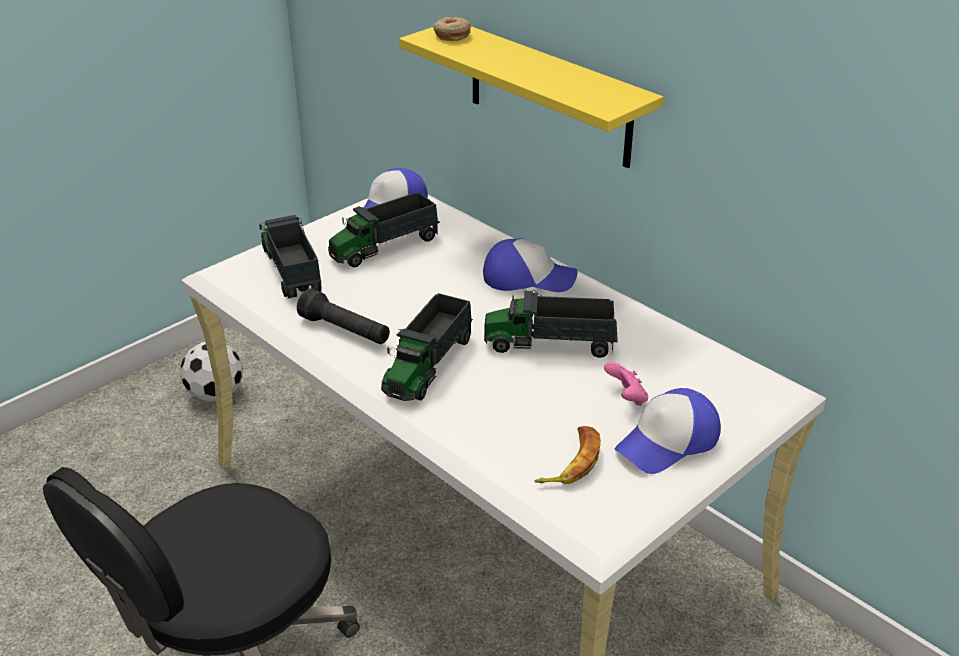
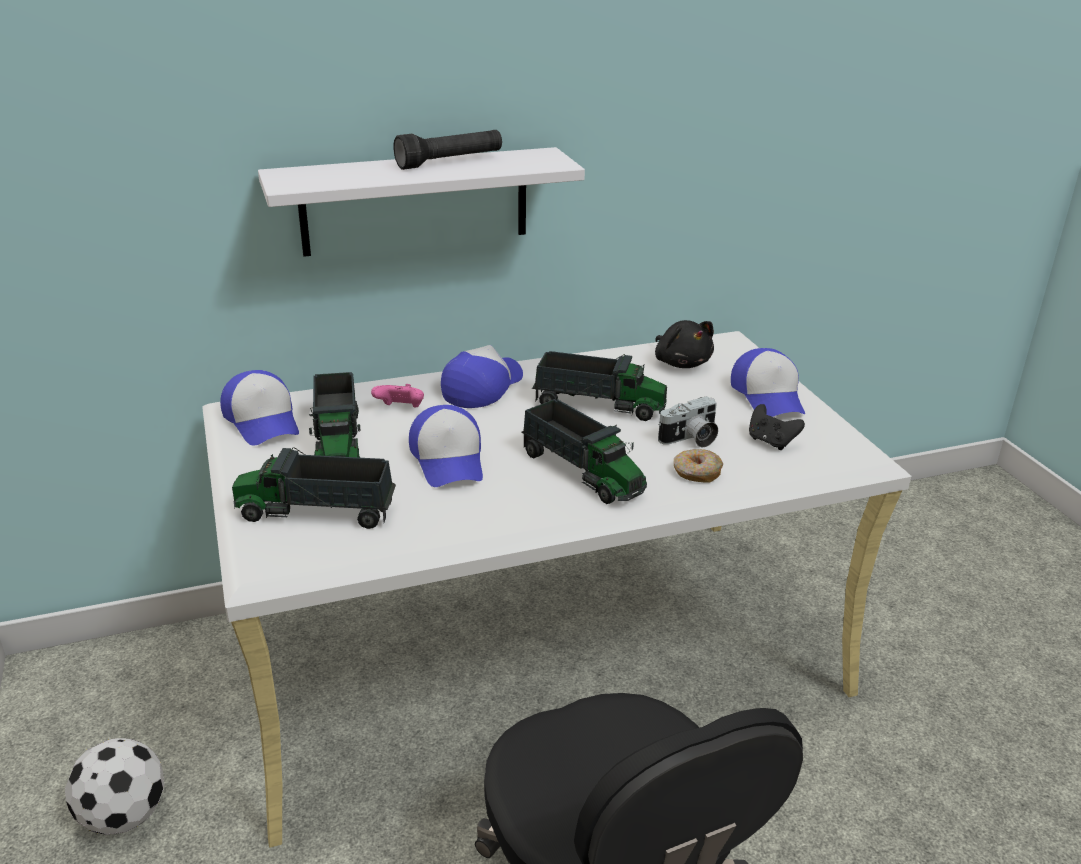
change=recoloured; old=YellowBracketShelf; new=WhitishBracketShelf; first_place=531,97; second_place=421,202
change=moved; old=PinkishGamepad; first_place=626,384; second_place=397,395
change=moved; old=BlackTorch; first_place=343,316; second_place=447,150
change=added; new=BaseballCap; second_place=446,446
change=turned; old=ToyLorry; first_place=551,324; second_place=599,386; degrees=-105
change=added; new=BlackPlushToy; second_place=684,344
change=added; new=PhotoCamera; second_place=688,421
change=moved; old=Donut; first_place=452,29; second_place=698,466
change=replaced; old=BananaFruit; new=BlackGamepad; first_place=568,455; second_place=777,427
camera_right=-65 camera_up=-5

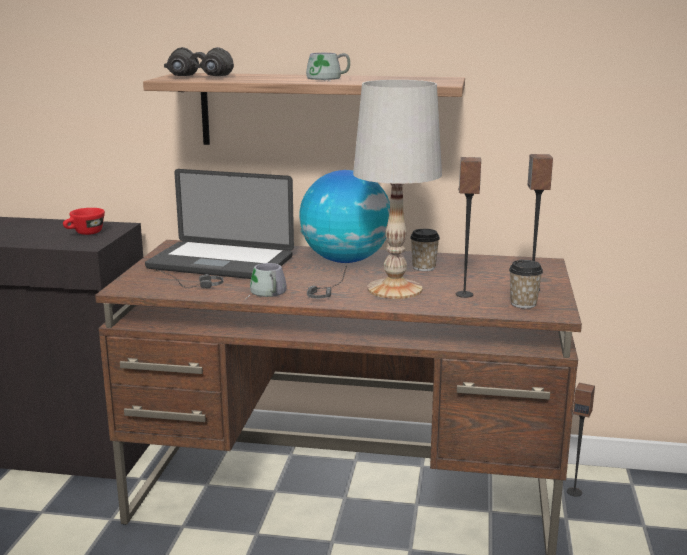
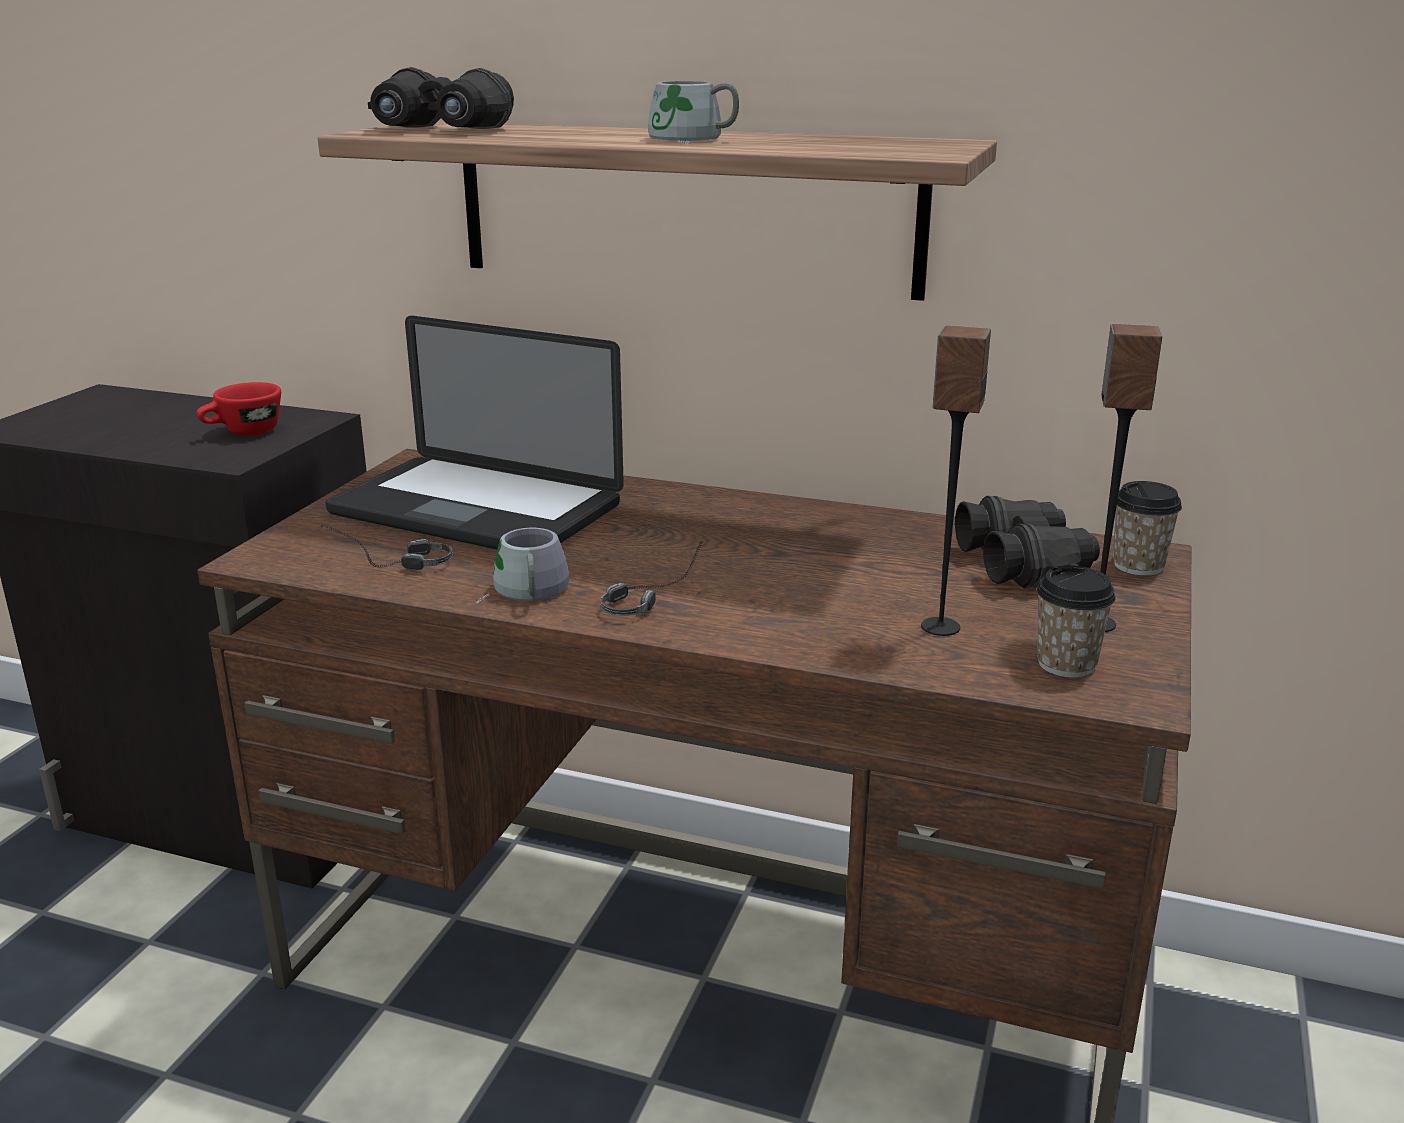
change=added; new=BlackPairOfBinoculars; second_place=1027,542
change=moved; old=DrinkingCup; first_place=425,250; second_place=1147,528
change=removed; old=DeskGlobe; first_place=344,216
change=removed; old=WhitishTabletopLamp; first_place=397,189
change=removed; old=AudioSpeaker; first_place=581,440
camera_right=10 camera_up=5

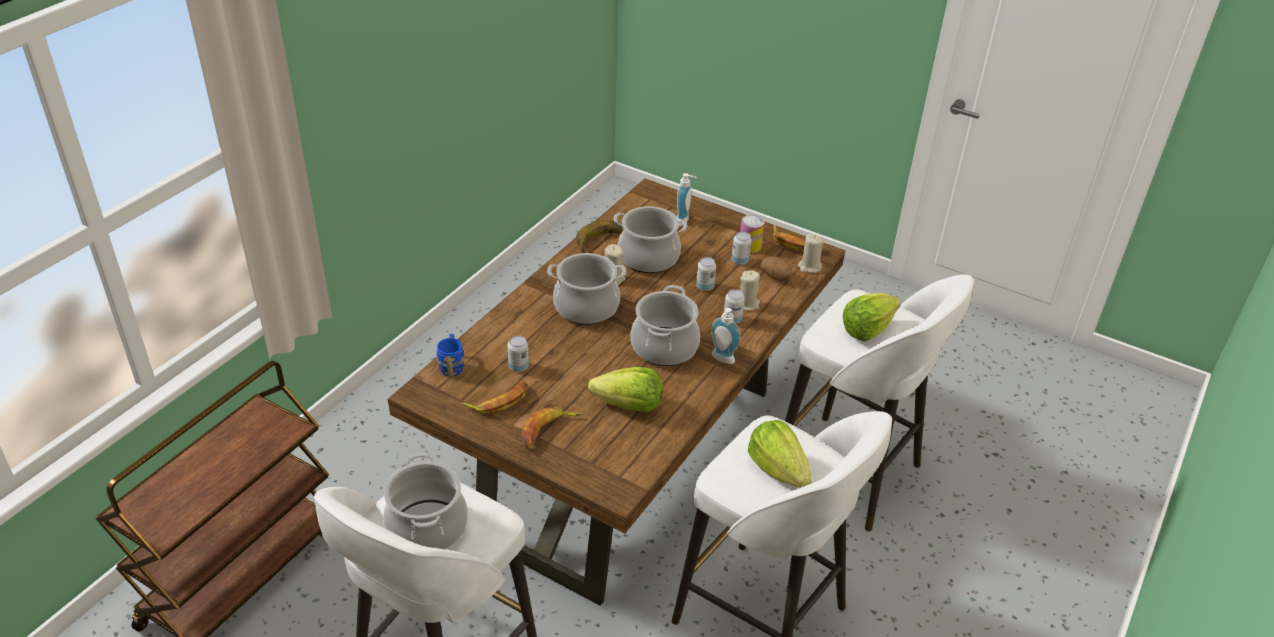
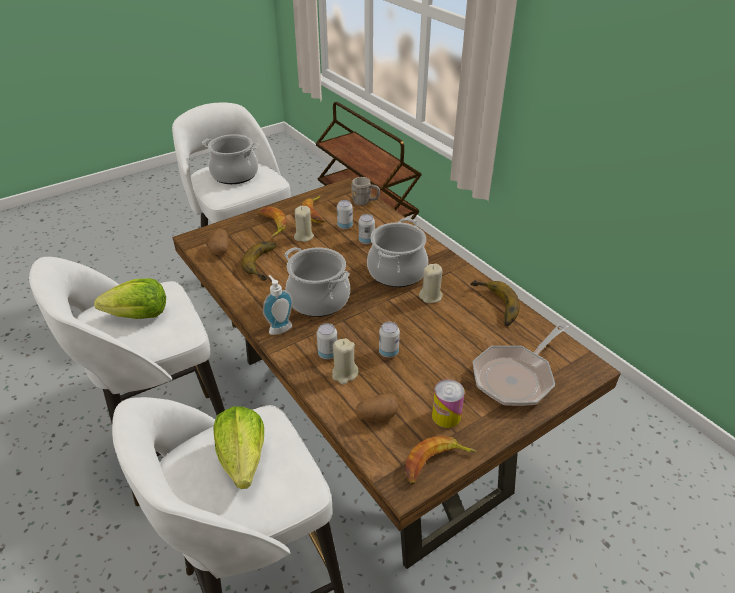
change=added; new=Spud; second_place=218,242
change=replaced; old=HeadOfLettuce; new=BananaFruit; first_place=625,390; second_place=259,261
change=moved; old=BeigeColouredWaxCandle; first_place=811,253; second_place=304,224
change=recoloured; old=BlueMug; new=GrayMug; first_place=450,355; second_place=365,191
change=moved; old=Can; first_place=742,248; second_place=367,229
change=replaced; old=SoapBottle; new=Skillet; first_place=687,199; second_place=521,364
change=removed; old=CookingPot; first_place=650,239
camera_right=115 camera_up=0

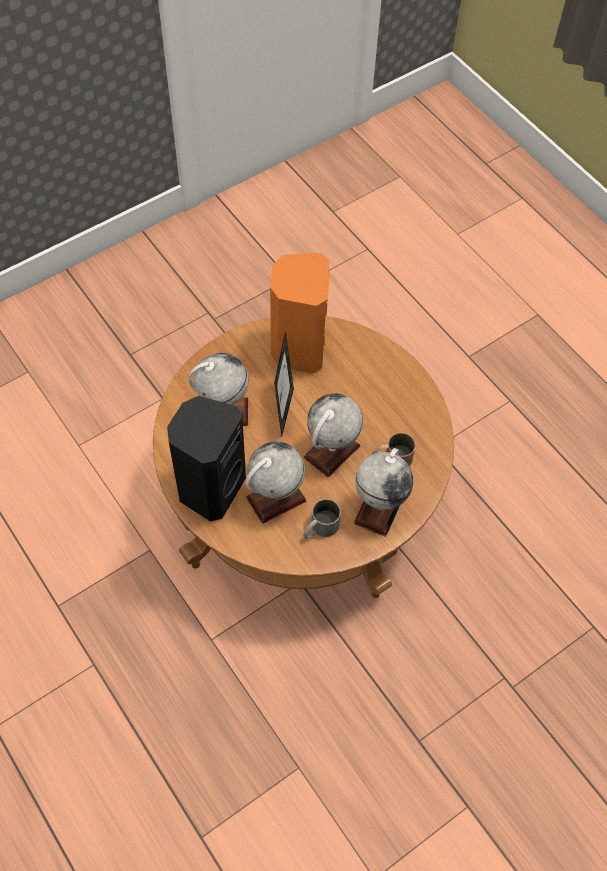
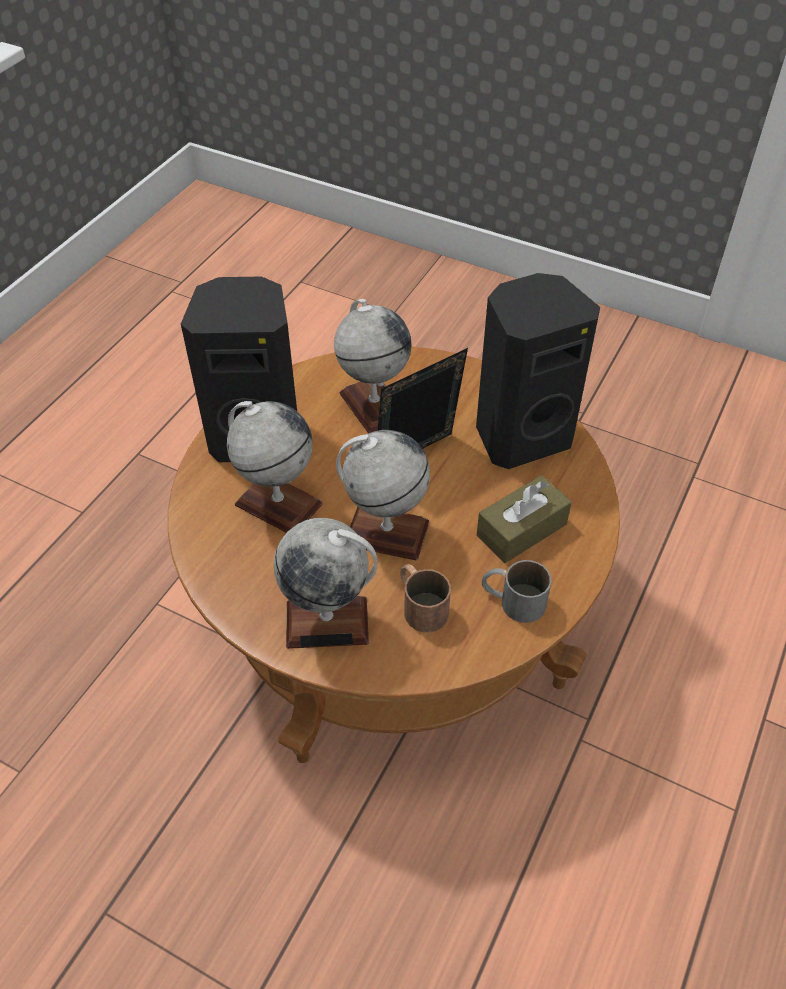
change=recoloured; old=OrangeColouredAudioSpeaker; new=BlackAudioSpeaker; first_place=299,313; second_place=538,371
change=added; new=BrownishBoxOfTissues; second_place=524,519
change=moved; old=GrayMug; first_place=322,519; second_place=517,591
camera_right=65 camera_up=-10

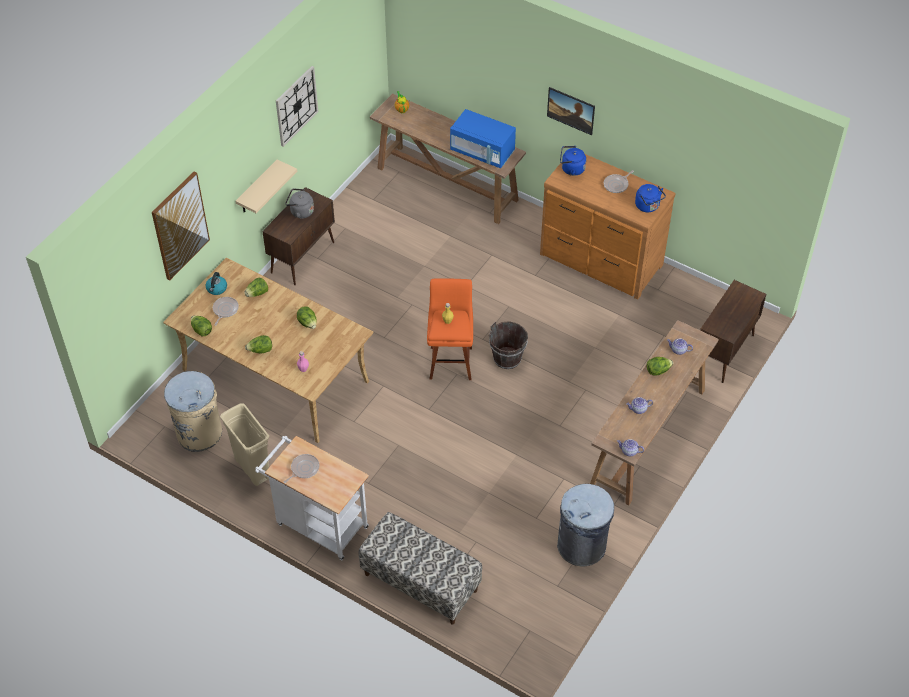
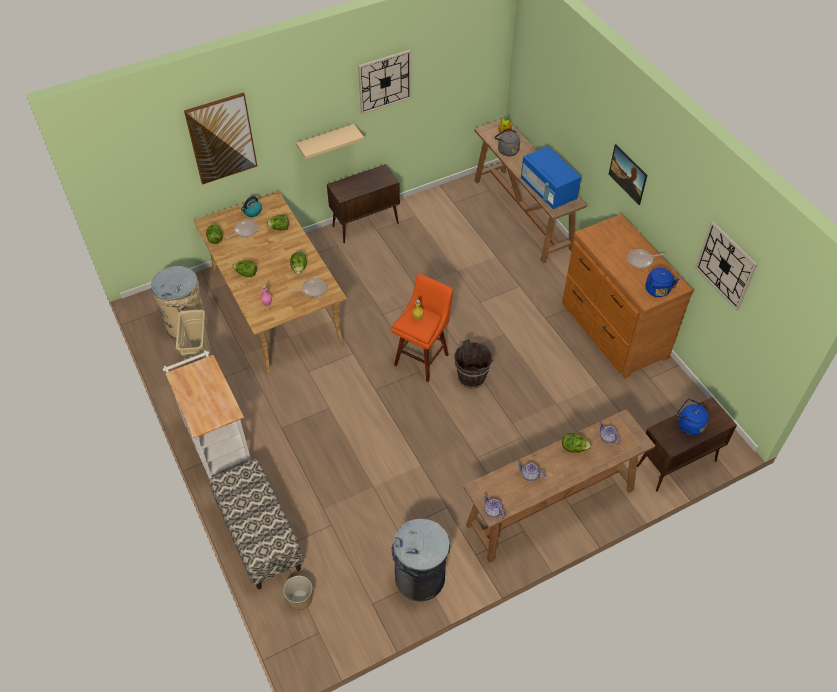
change=added; new=PlantPot; second_place=298,593
change=moved; old=Skillet; first_place=302,468; second_place=308,287
change=moved; old=GrayWaterKettle; first_place=299,203; second_place=507,142
change=moved; old=BlueWaterKettle; first_place=573,161; second_place=693,417
change=added; new=WallClock; second_place=726,266
camera_right=30 camera_up=0

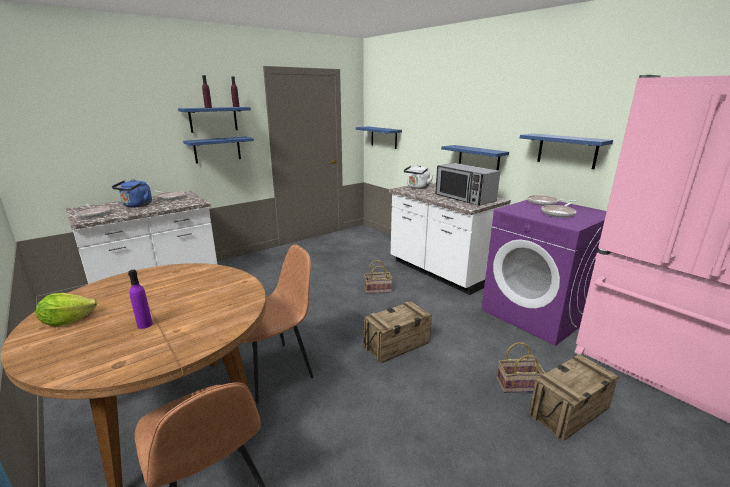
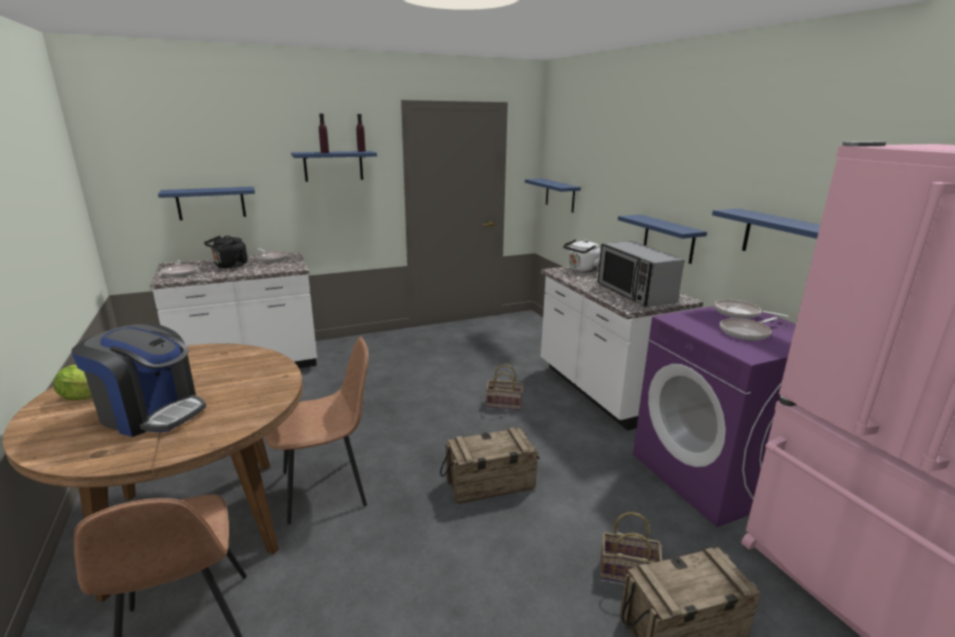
change=replaced; old=PurplishBeverageBottle; new=CoffeeMachine; first_place=140,299; second_place=138,380
change=moved; old=BlueBracketShelf; first_place=218,150; second_place=206,203
change=recoloured; old=BlueWaterKettle; new=BlackWaterKettle; first_place=132,193; second_place=226,251
camera_right=15 camera_up=0

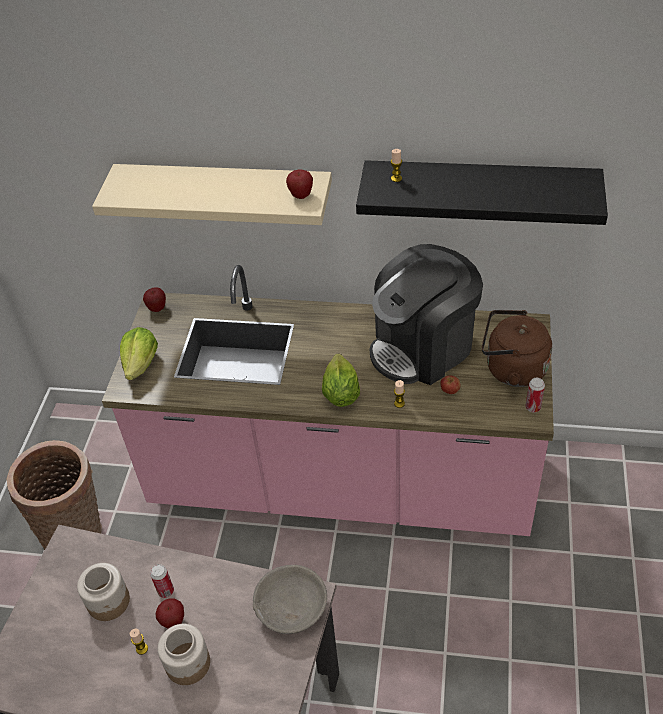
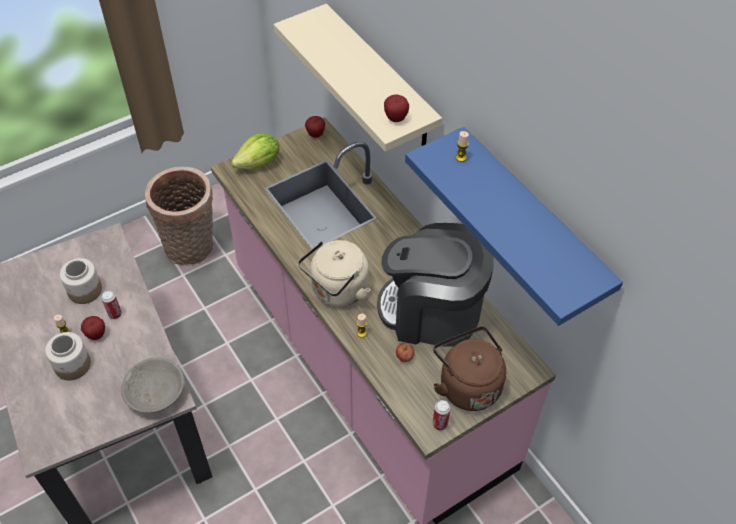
change=replaced; old=HeadOfLettuce; new=BeigeColouredWaterKettle; first_place=341,380; second_place=334,273
change=recoloured; old=BlackBracketShelf; new=BlueBracketShelf; first_place=482,192; second_place=514,226
camera_right=45 camera_up=5

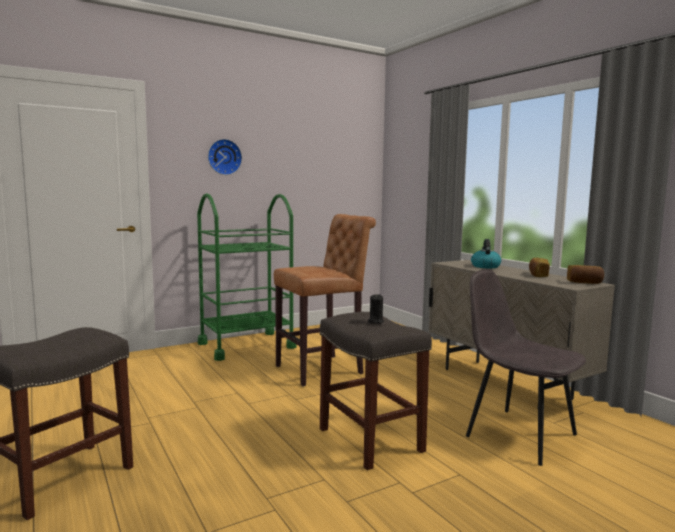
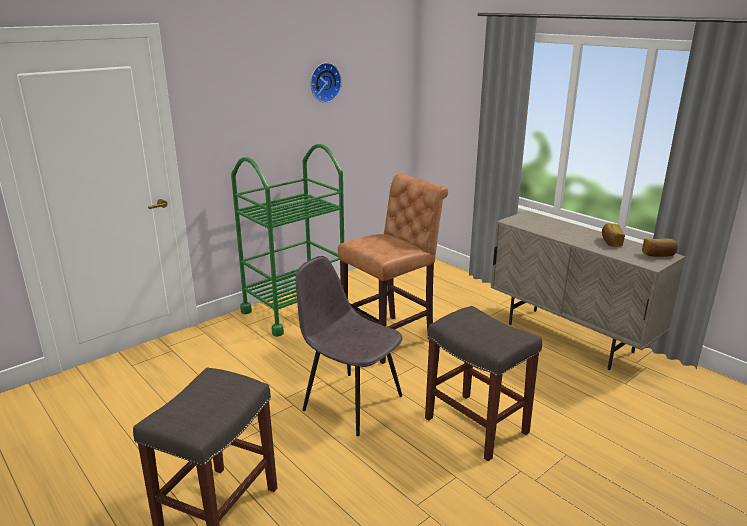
change=moved; old=GrayChair; first_place=526,367; second_place=349,346
change=moved; old=WallClock; first_place=225,157; second_place=326,83
change=removed; old=BlackWaxCandle; first_place=376,309
change=removed; old=WaterKettle; first_place=486,253
camera_right=-10 camera_up=15

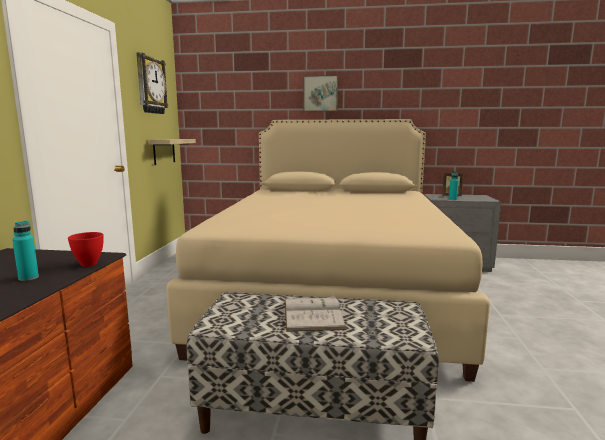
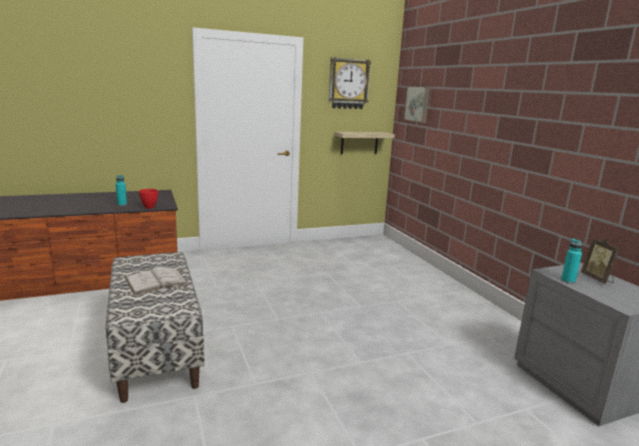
change=moved; old=WallPicture; first_place=320,93; second_place=416,104
change=removed; old=BeigeColouredSleepingBed; first_place=328,250
camera_right=60 camera_up=5

